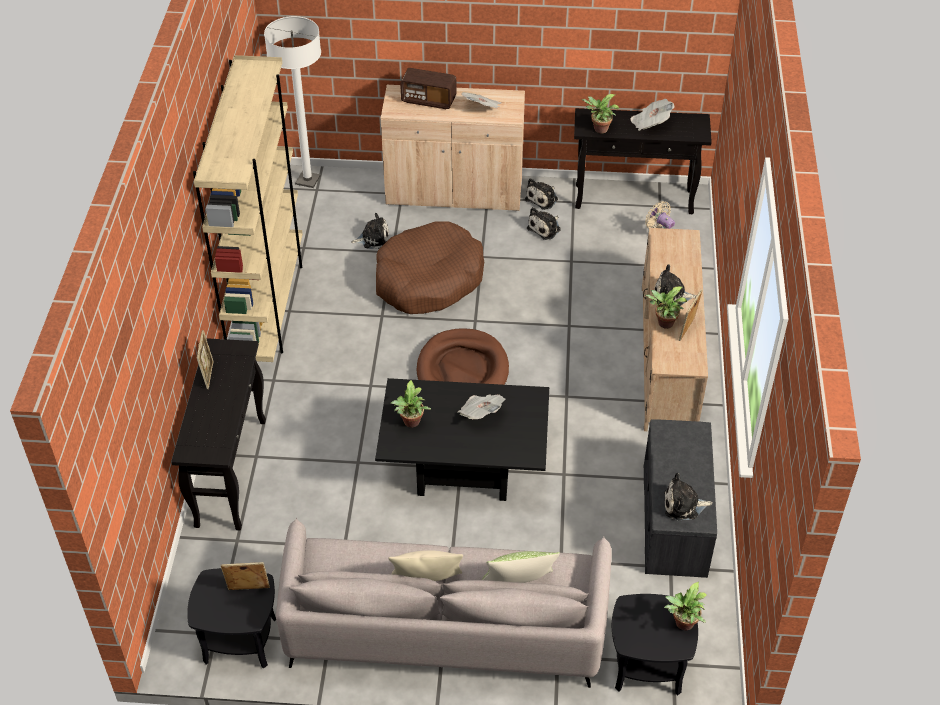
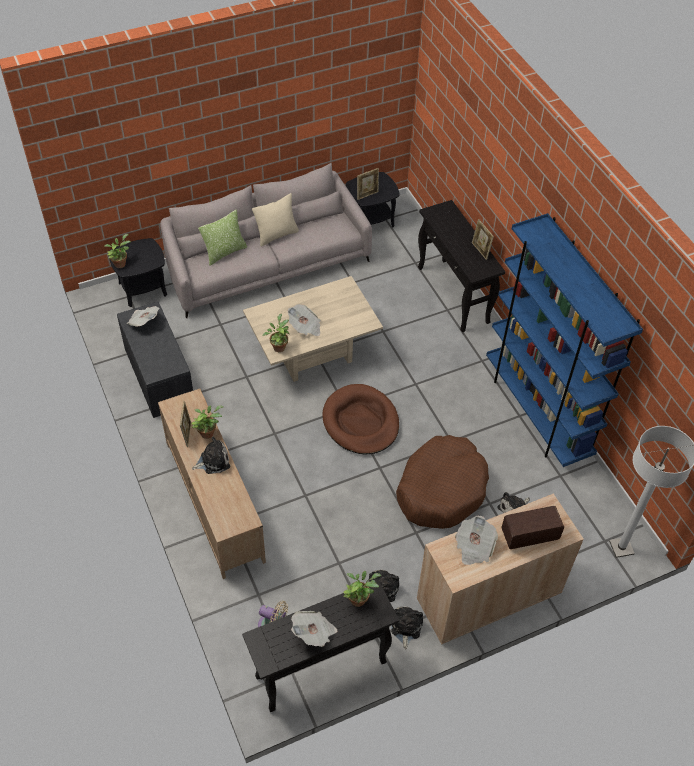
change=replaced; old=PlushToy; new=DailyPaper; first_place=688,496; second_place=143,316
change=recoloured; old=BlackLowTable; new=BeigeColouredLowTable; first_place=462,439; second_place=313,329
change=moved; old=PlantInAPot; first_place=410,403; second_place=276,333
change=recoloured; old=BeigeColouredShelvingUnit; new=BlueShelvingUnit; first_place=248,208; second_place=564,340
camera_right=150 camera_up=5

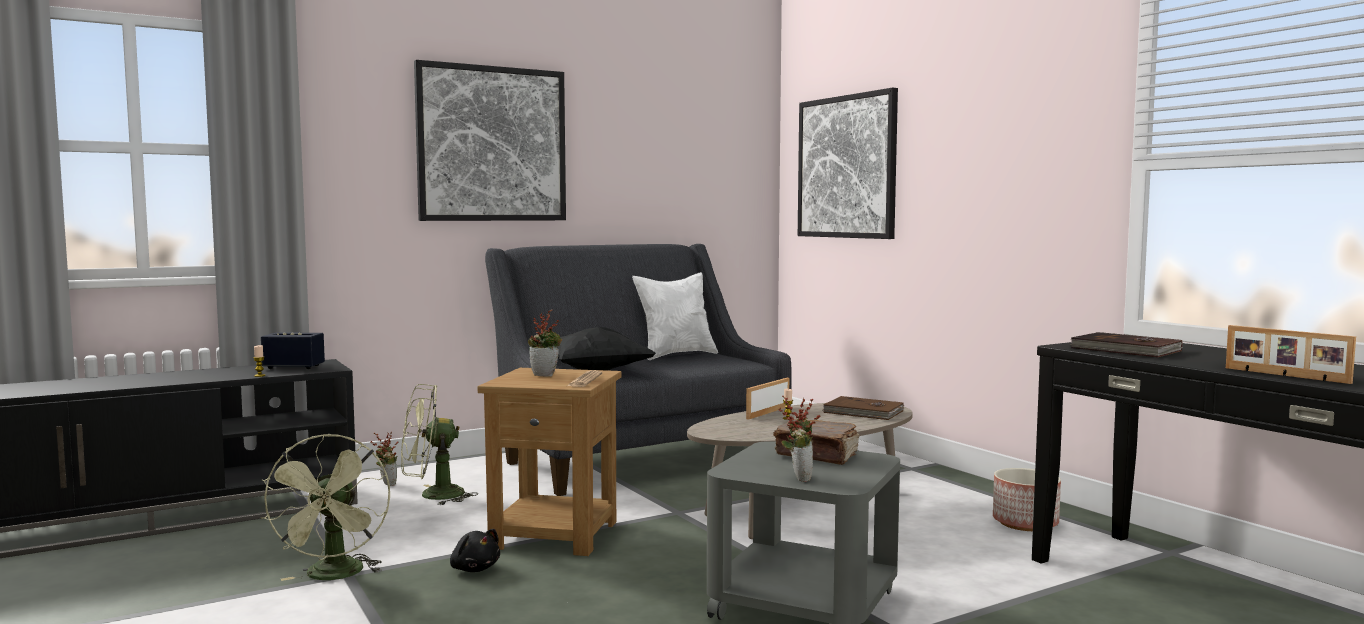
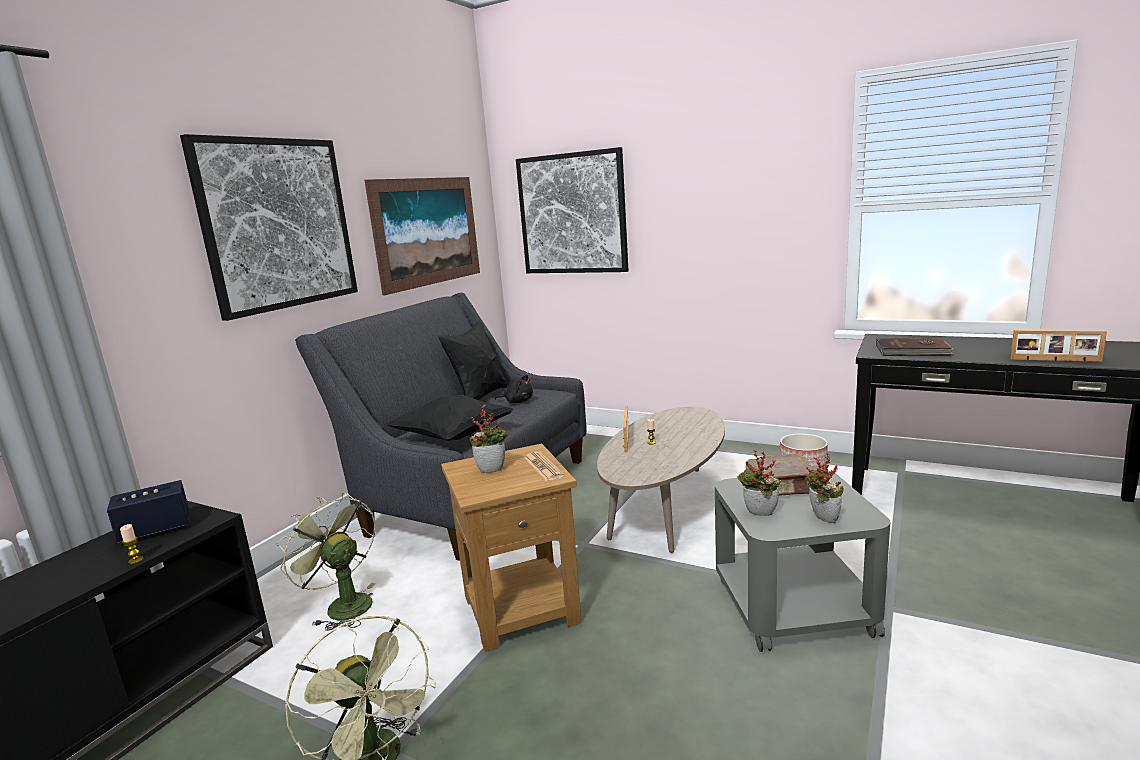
change=turned; old=GreenishCoolingFan; first_place=439,444; second_place=326,562; degrees=90
change=added; new=WallPicture; second_place=422,236
change=recoloured; old=WhitishPillow; new=BlackPillow; first_place=675,316; second_place=473,360
change=moved; old=BlackPlushToy; first_place=475,550; second_place=514,389
change=moved; old=PlantInAPot; first_place=384,459; second_place=759,483
change=removed; old=BrownishBoundBook; first_place=863,408
camera_right=-30 camera_up=10

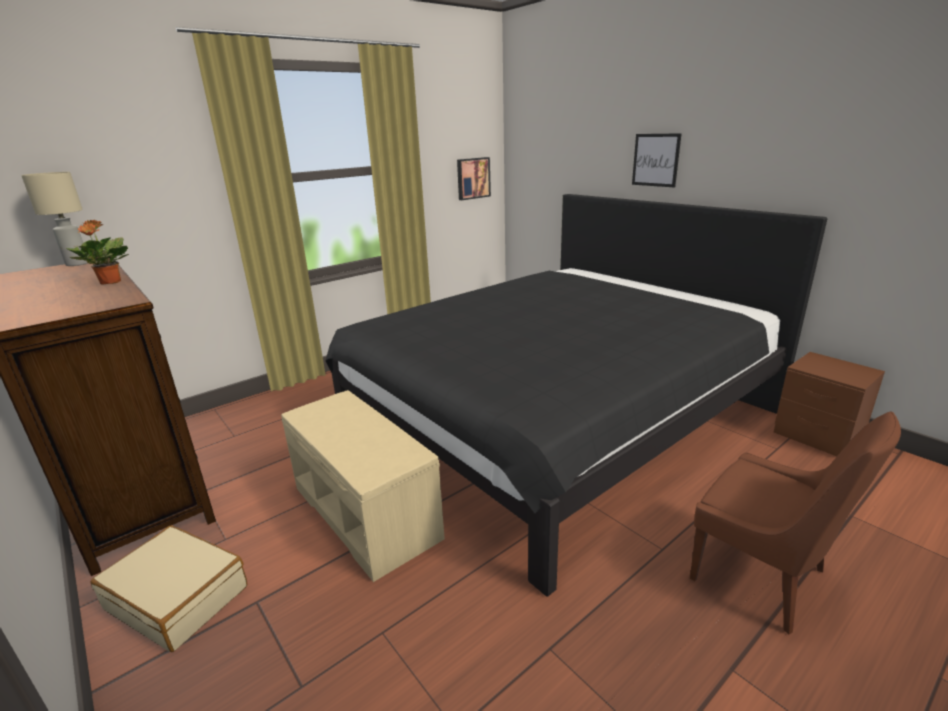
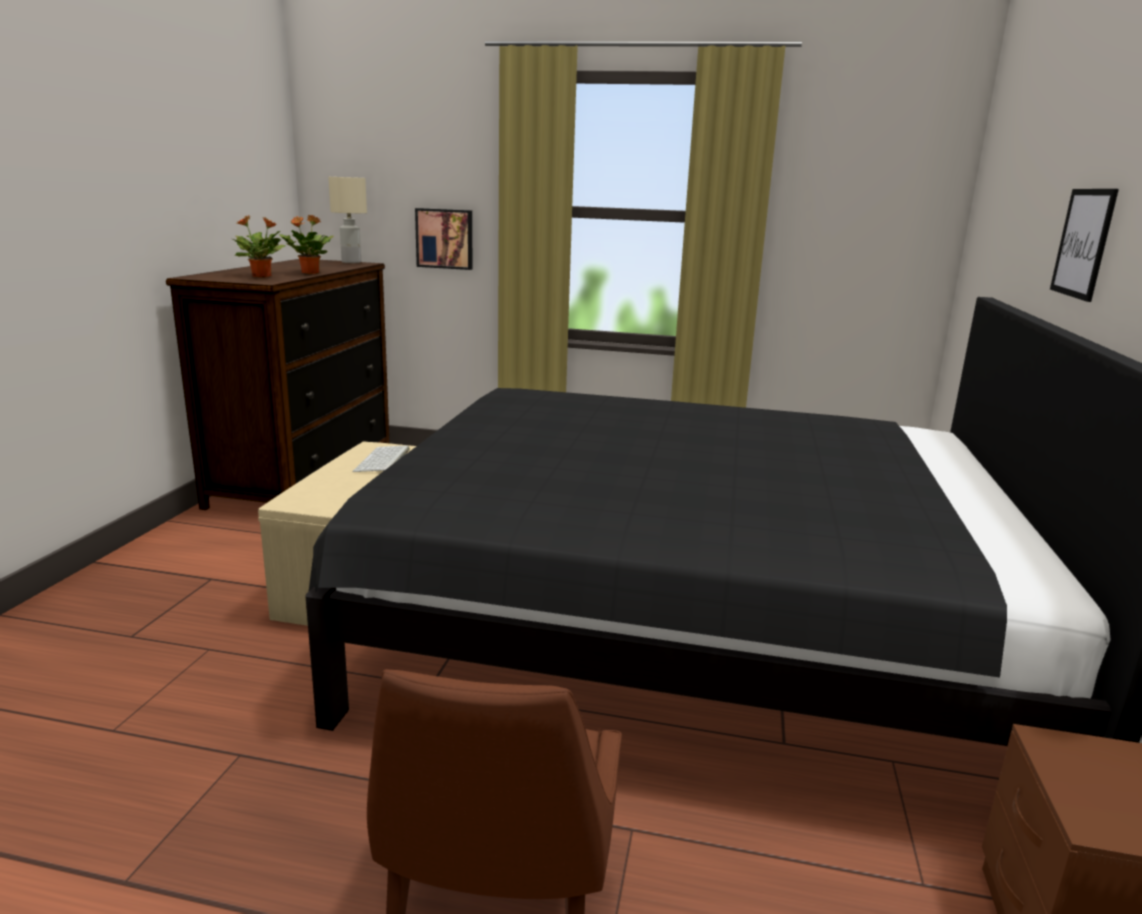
change=added; new=PlantInAPot; second_place=259,246
change=added; new=Keyboard; second_place=381,459
change=moved; old=WallPicture; first_place=474,178; second_place=443,239
change=removed; old=BeigeColouredTravelCase; first_place=169,589
camera_right=50 camera_up=-5

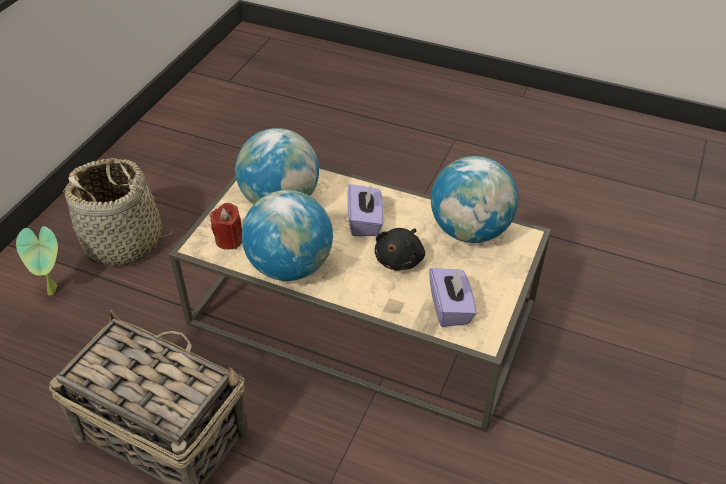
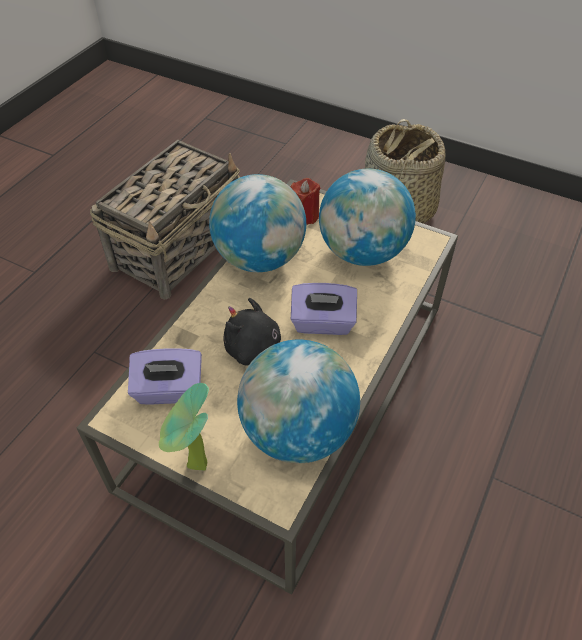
change=moved; old=PlantInAPot; first_place=37,260; second_place=184,426
camera_right=95 camera_up=5

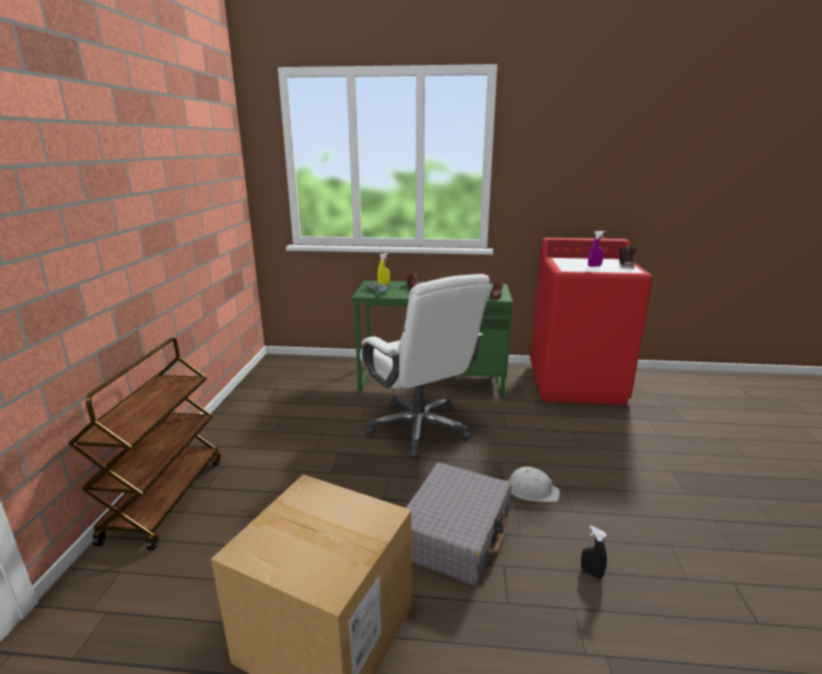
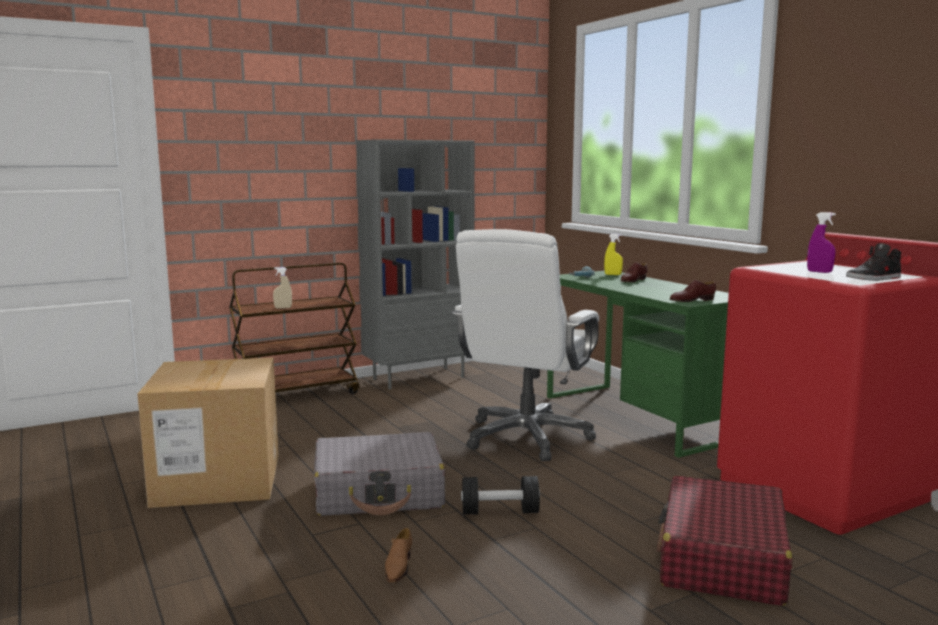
change=added; new=BeigeColouredSprayBottle; second_place=282,288
change=added; new=GrayShelvingUnit; second_place=415,264
change=replaced; old=BlackSprayBottle; new=BrownishLowShoe; first_place=594,552; second_place=398,555
change=replaced; old=WhitishWorkHelmet; new=BlackDumbbell; first_place=533,484; second_place=500,495
change=added; new=RedColouredTravelCase; second_place=724,540
camera_right=55 camera_up=-10

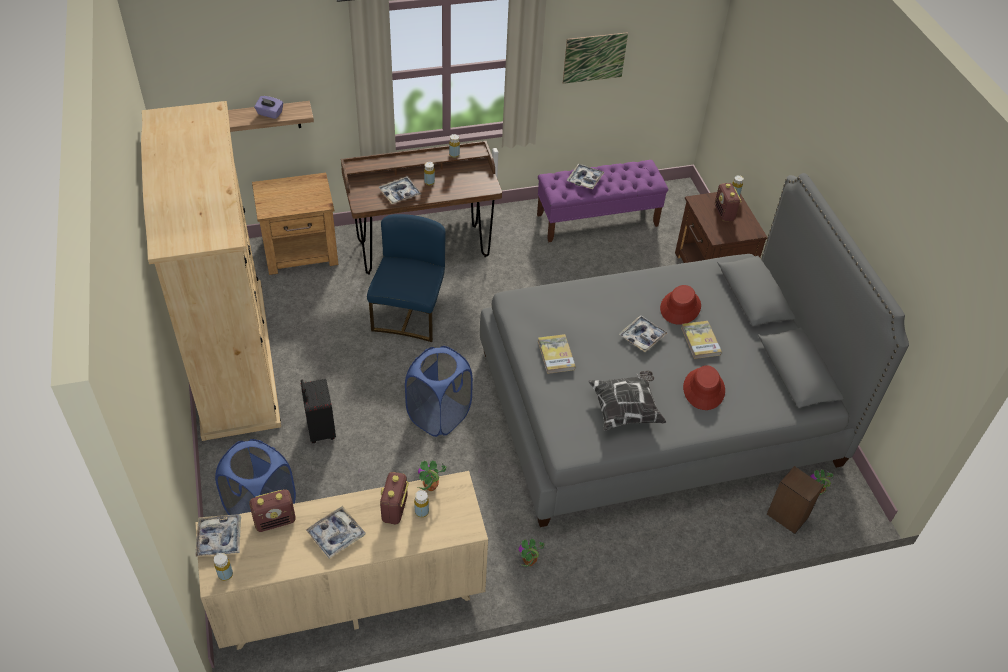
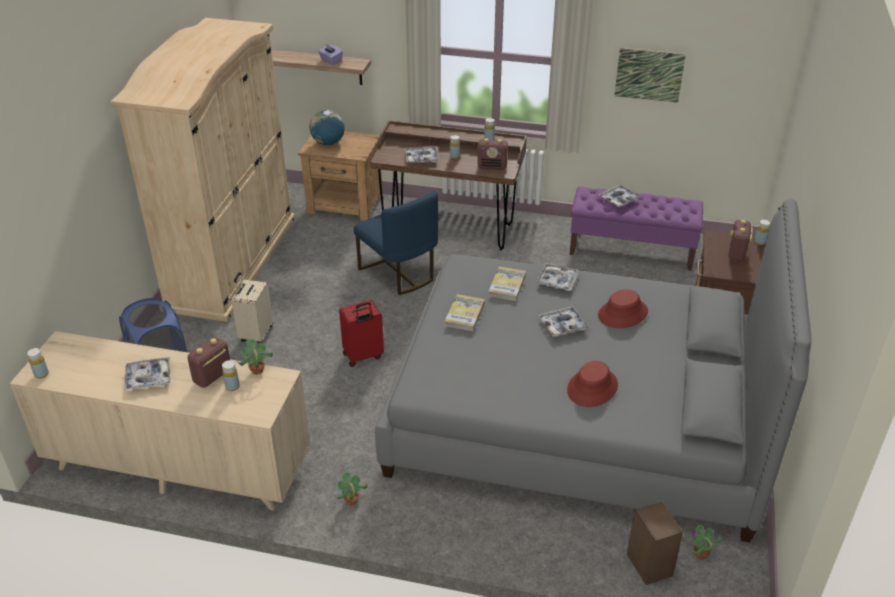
change=recoloured; old=BlackTravelCase; new=BeigeColouredTravelCase; first_place=318,411; second_place=252,308
change=added; new=DeskGlobe; second_place=327,127
change=replaced; old=BlueLaundryBasket; new=RedColouredTravelCase; first_place=439,391; second_place=361,333
change=turned; old=BlueChair; first_place=406,278; second_place=396,243; degrees=105
change=moved; old=RadioReceiver; first_place=272,510; second_place=492,154
change=moved; old=BoundBook; first_place=701,340; second_place=507,284
change=moved; old=CarryingTray; first_place=218,535; second_place=557,277
change=removed; old=Pillow; first_place=627,401
camera_right=30 camera_up=-10

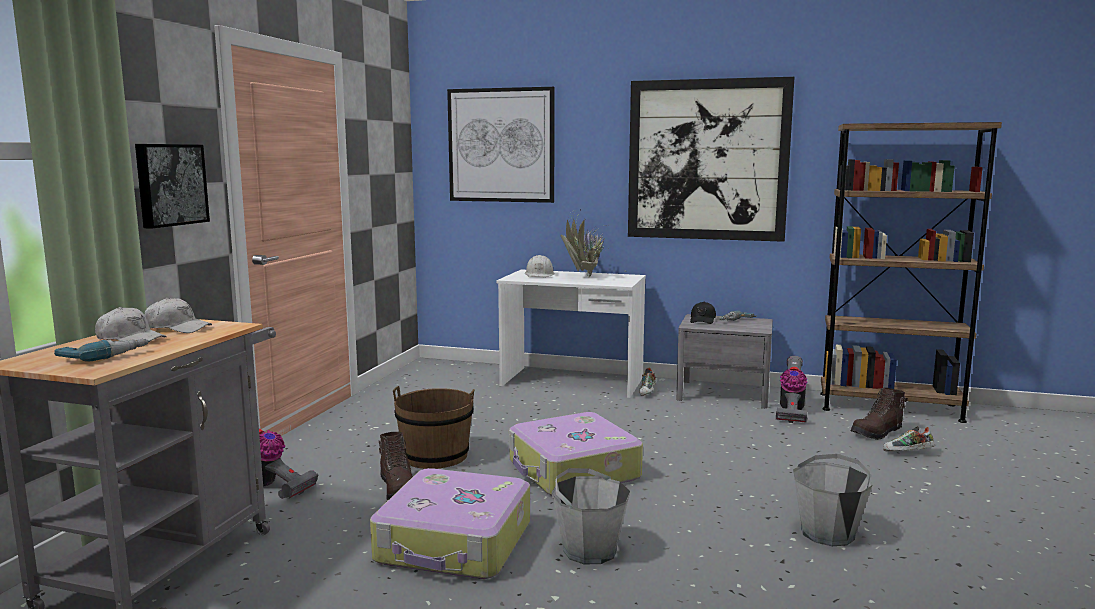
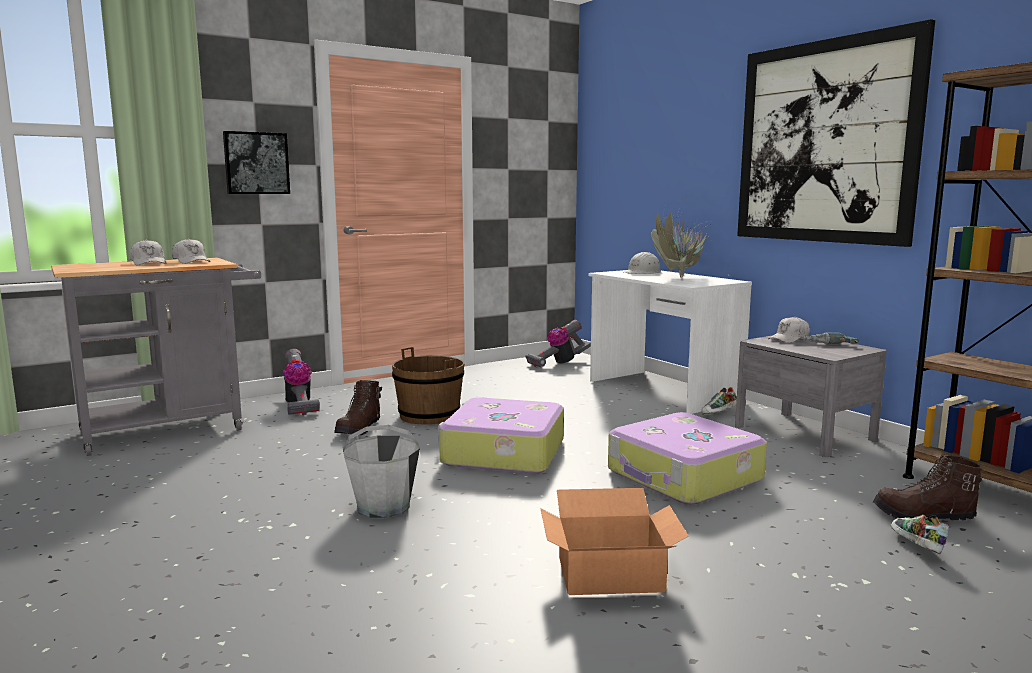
change=moved; old=Hoover; first_place=792,389; second_place=558,343
change=replaced; old=GrayWaterBucket; new=Carton; first_place=833,500; second_place=614,541
change=moved; old=TravelCase; first_place=450,523; second_place=687,458
change=recoloured; old=BlackBaseballCap; new=WhitishBaseballCap; first_place=703,313; second_place=789,330
change=turned; old=LowShoe; first_place=909,439; second_place=920,534; degrees=45
change=removed; old=ElectricDrill; first_place=102,350
change=removed; old=WallPicture; first_place=501,145
camera_right=40 camera_up=0

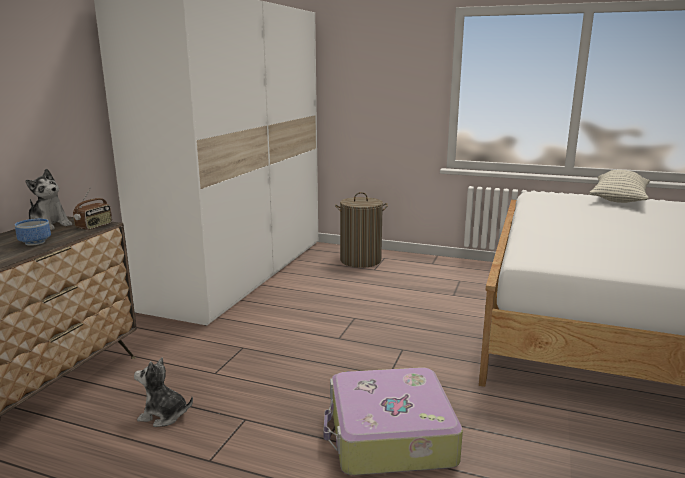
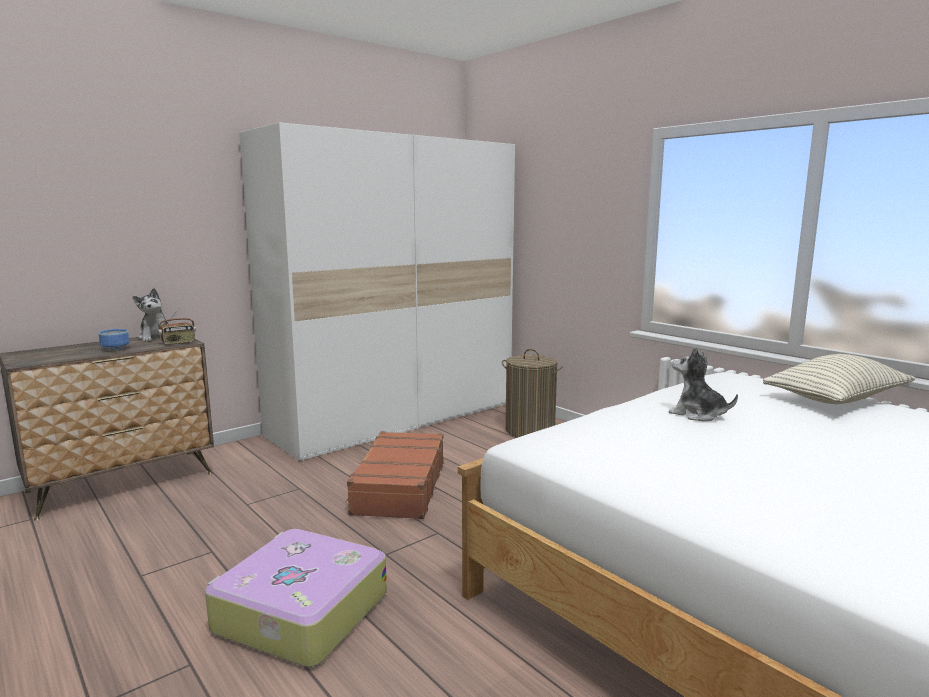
change=added; new=BrownishTravelCase; second_place=394,475
change=moved; old=PlushToy; first_place=163,392; second_place=703,384
camera_right=30 camera_up=-5

